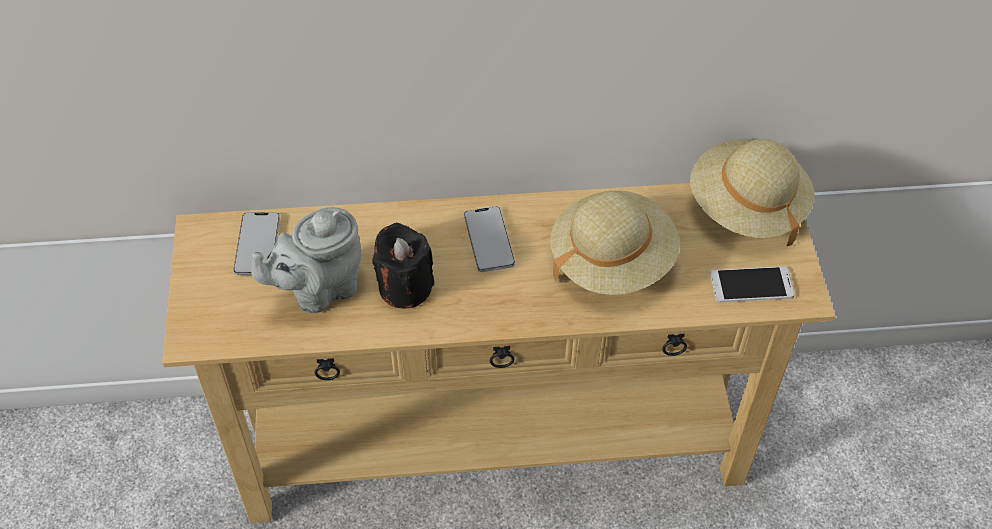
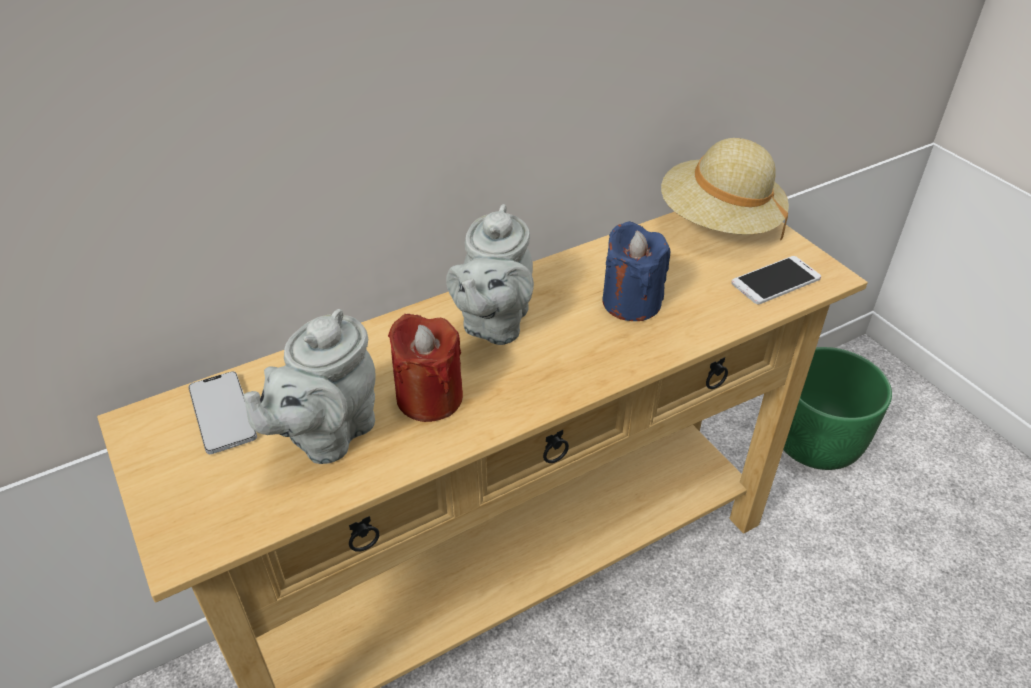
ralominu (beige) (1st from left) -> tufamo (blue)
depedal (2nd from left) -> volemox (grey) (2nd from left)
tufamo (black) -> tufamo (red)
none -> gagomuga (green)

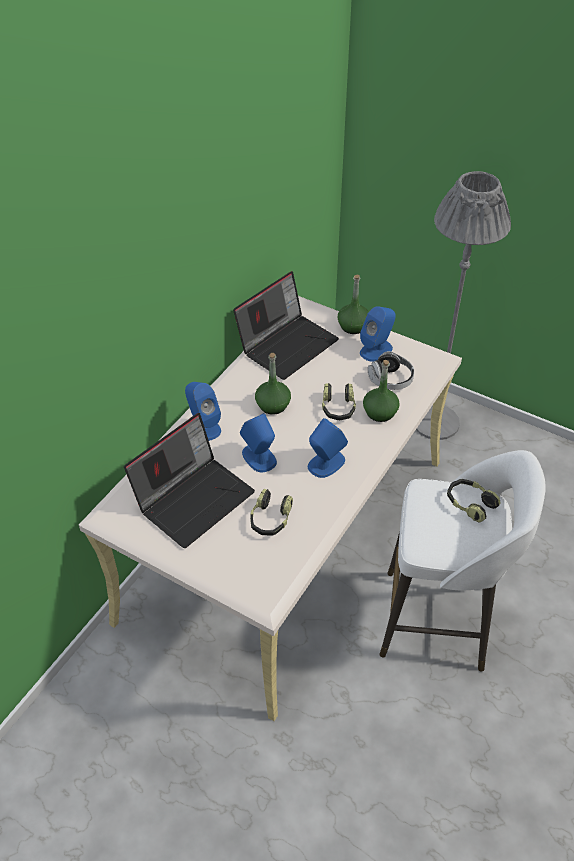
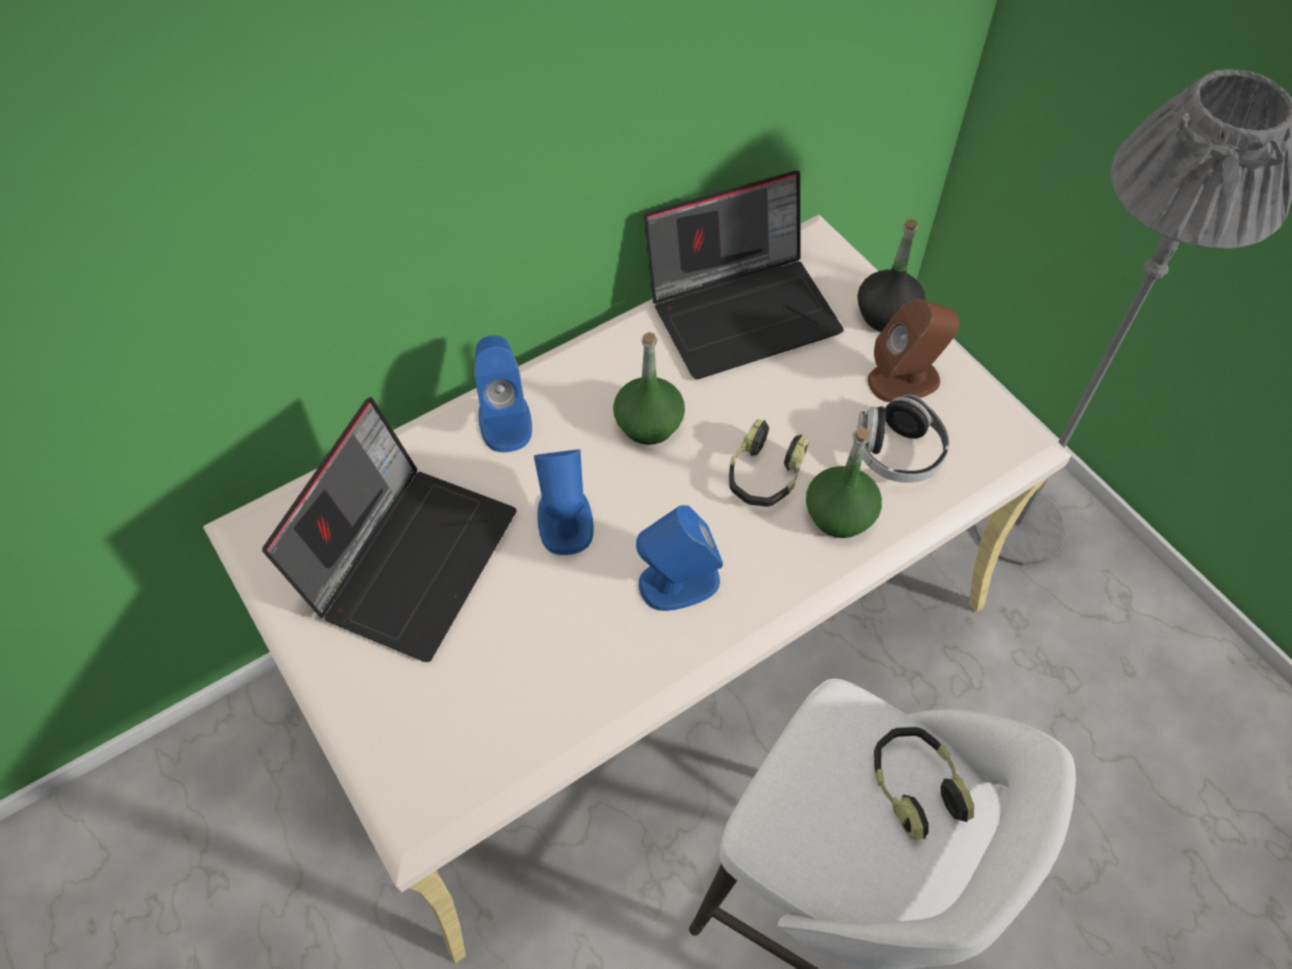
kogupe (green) (2nd from left) -> kogupe (black)
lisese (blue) (4th from left) -> lisese (brown)
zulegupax (1st from left), 45 degrees counterclockwise
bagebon (1st from left) -> none

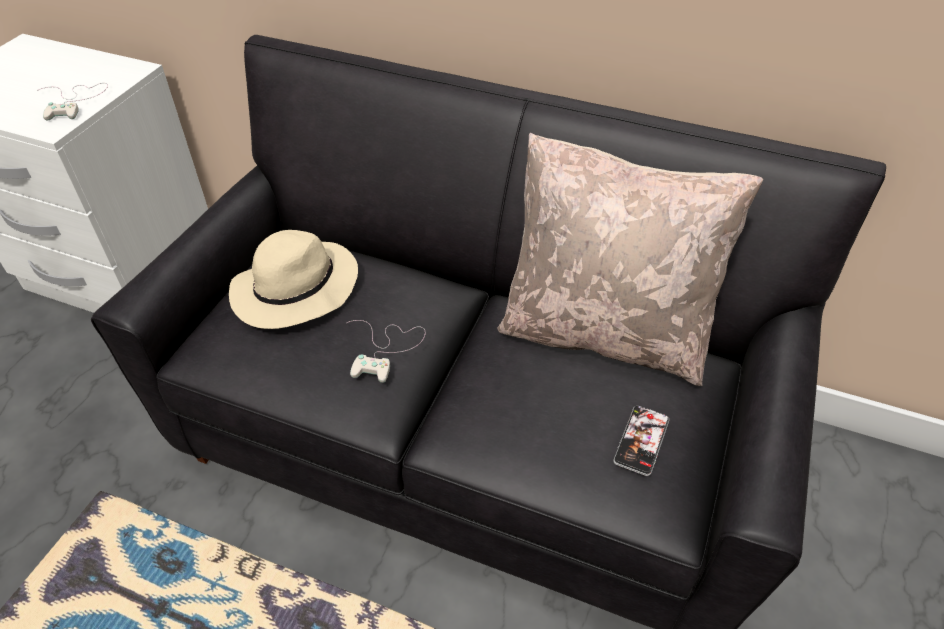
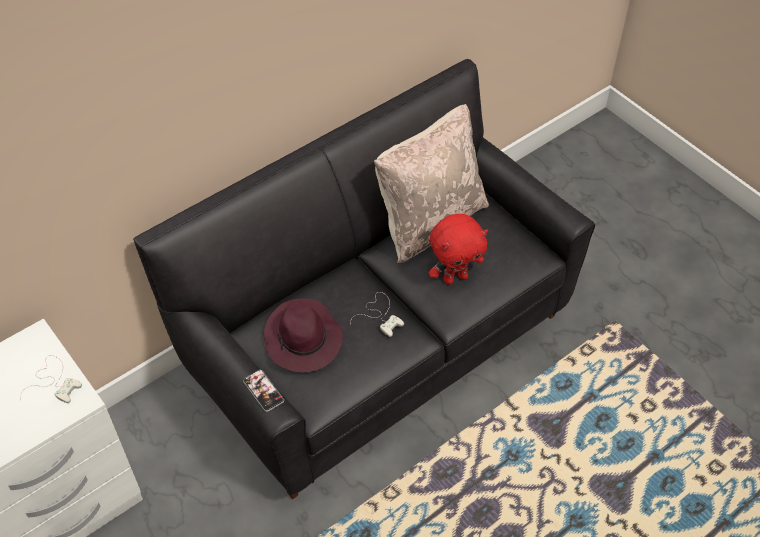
ralominu (beige) -> ralominu (purple)
depedal, move
none -> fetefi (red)

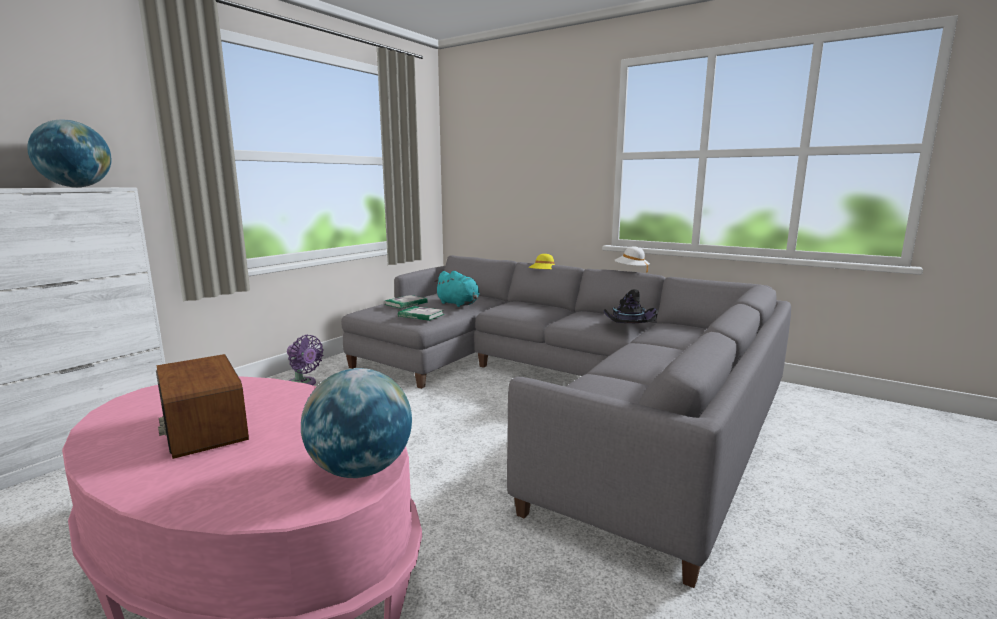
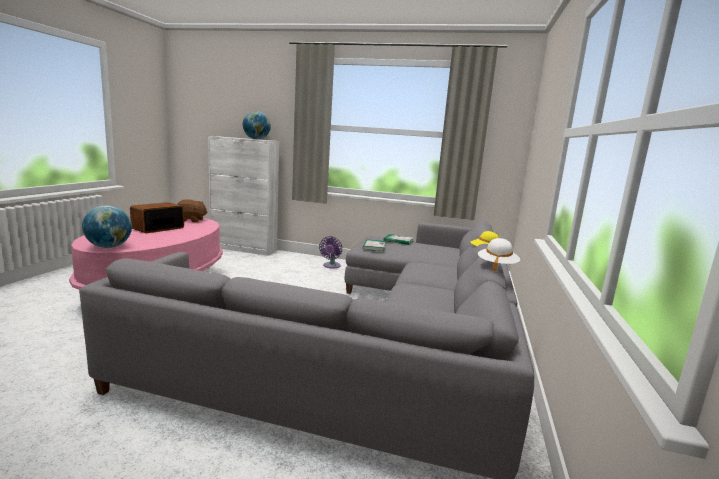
fetefi (turquoise) -> none
ralominu (black) -> none
none -> fetefi (brown)

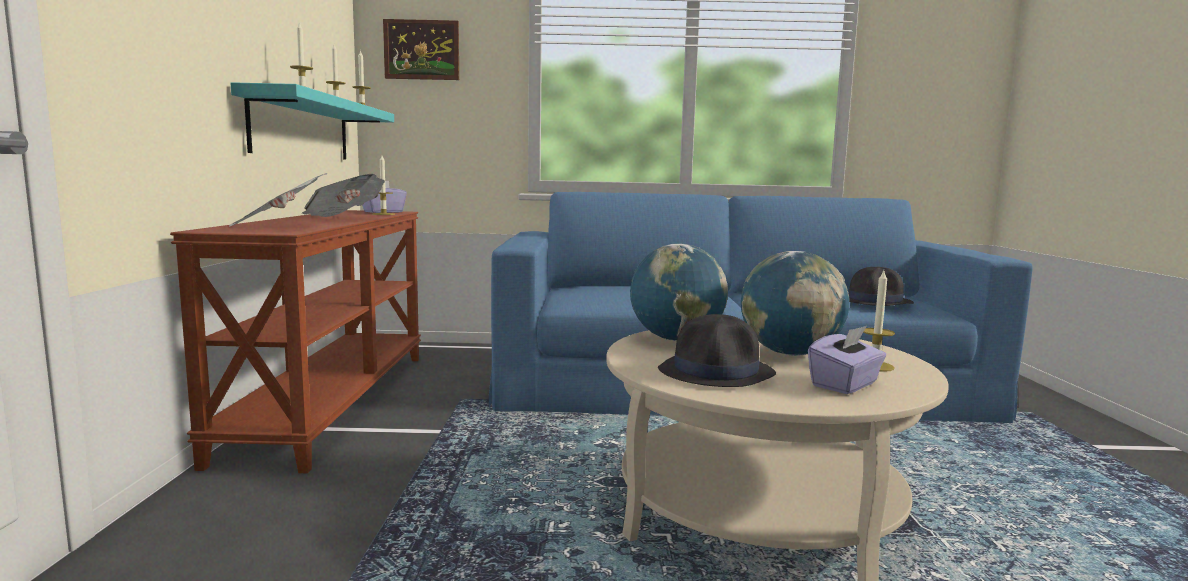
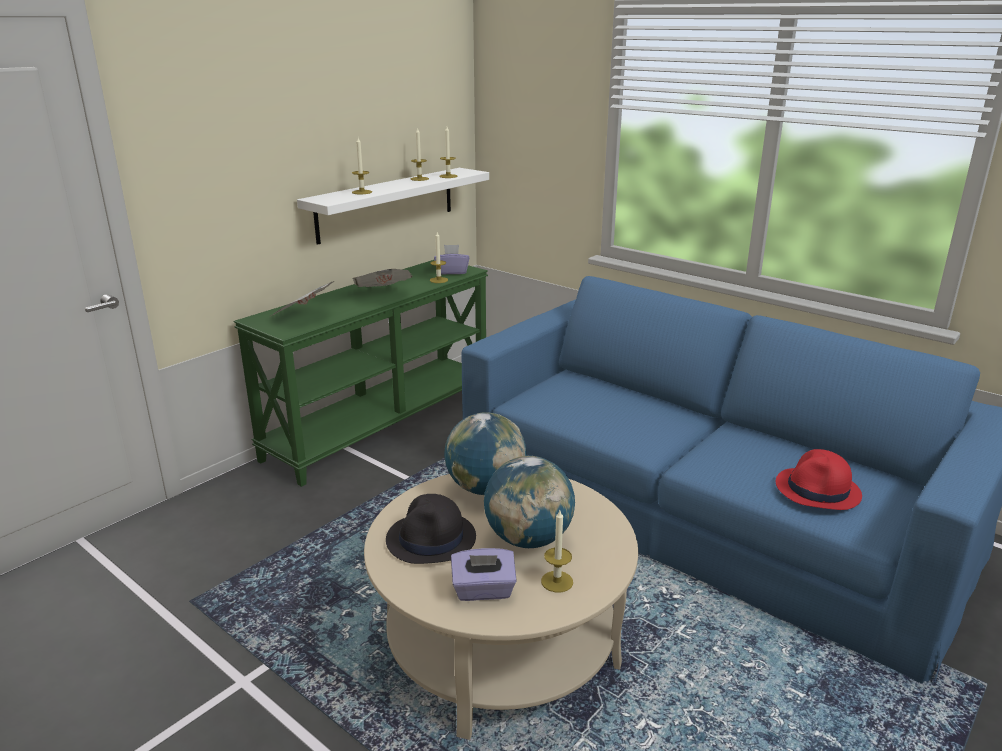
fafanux -> none
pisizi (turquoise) -> pisizi (white)
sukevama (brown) -> sukevama (green)
ralominu (black) (2nd from left) -> ralominu (red)

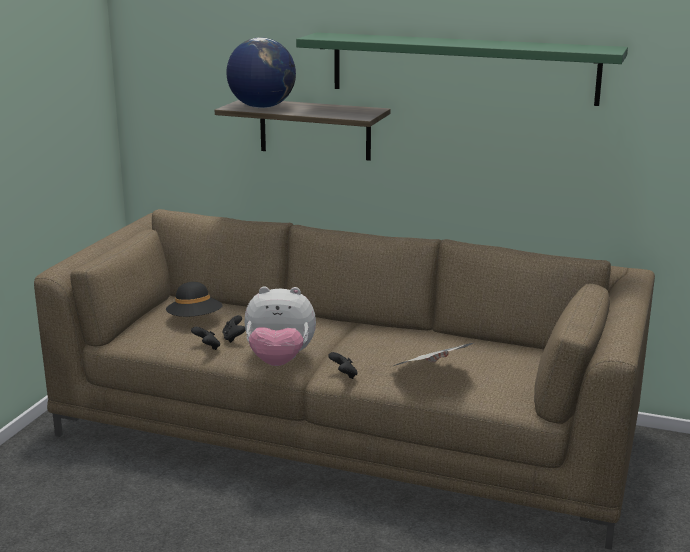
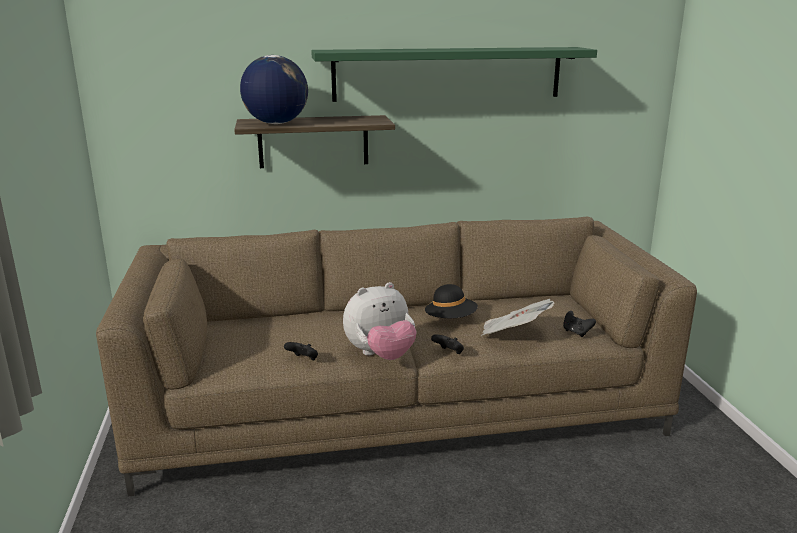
ralominu (black), move
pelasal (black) (2nd from left in the first image) -> pelasal (black) (3rd from left), move

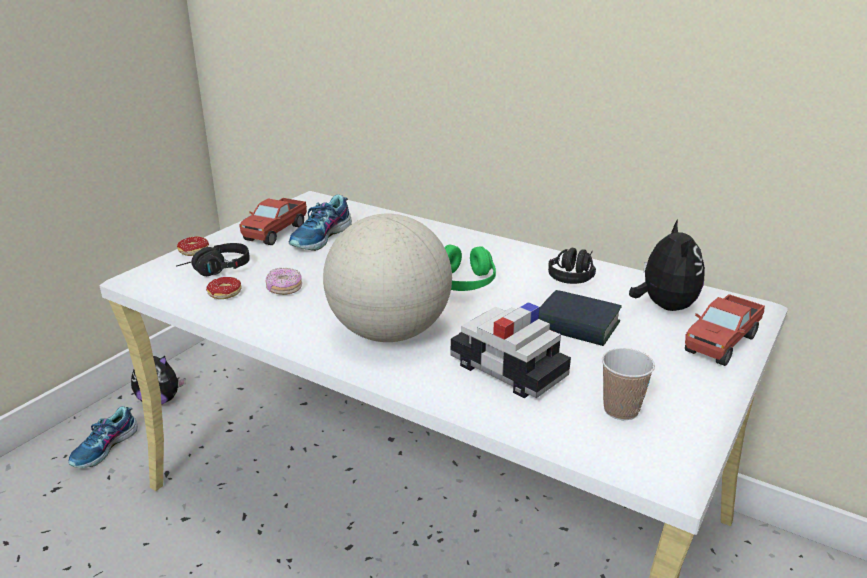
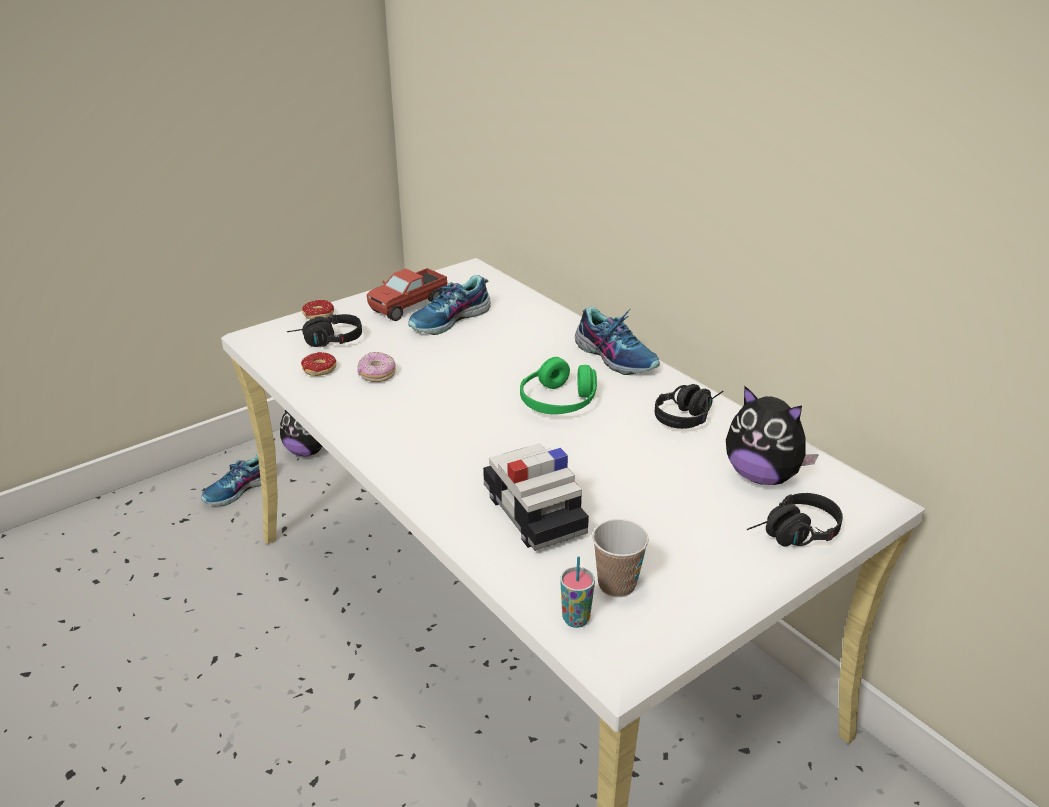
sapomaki -> none
fetefi (2nd from left), 105 degrees clockwise
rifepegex -> none
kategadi (2nd from left) -> bagebon (black) (3rd from left)
none -> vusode (3rd from left)
none -> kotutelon (1st from left)

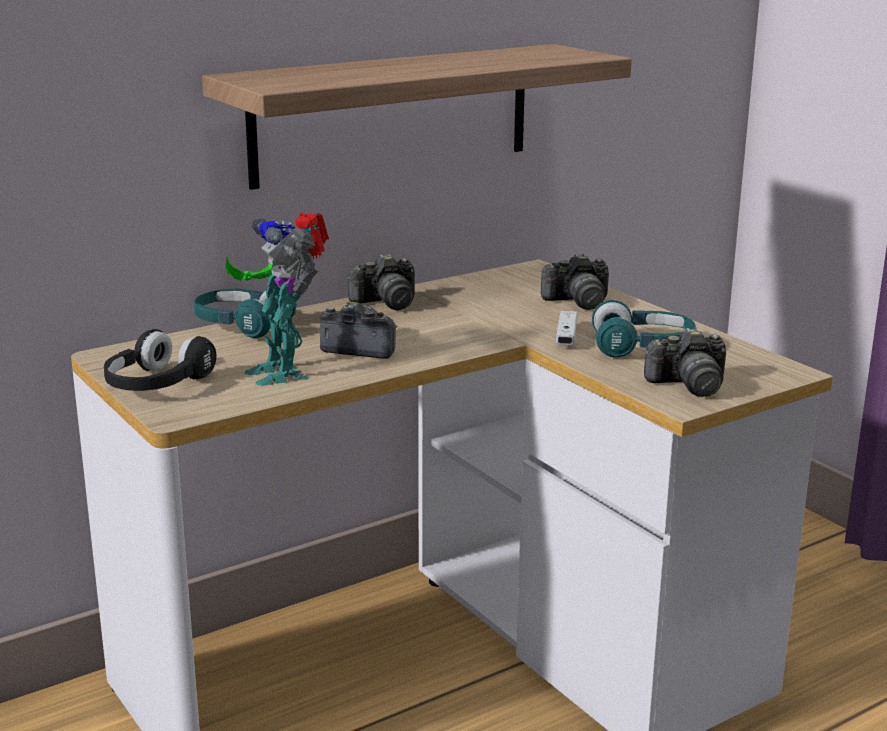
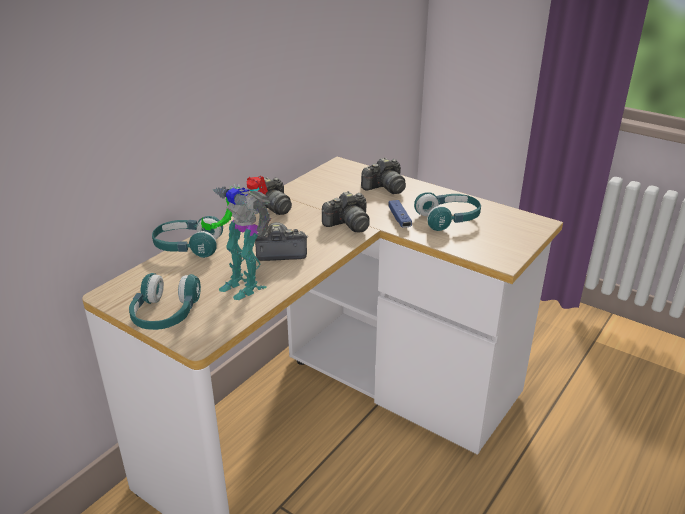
pisizi -> none
pelasal (white) -> pelasal (blue)
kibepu (4th from left in the first image) -> kibepu (3rd from left), move
bagebon (black) -> bagebon (turquoise) (1st from left)

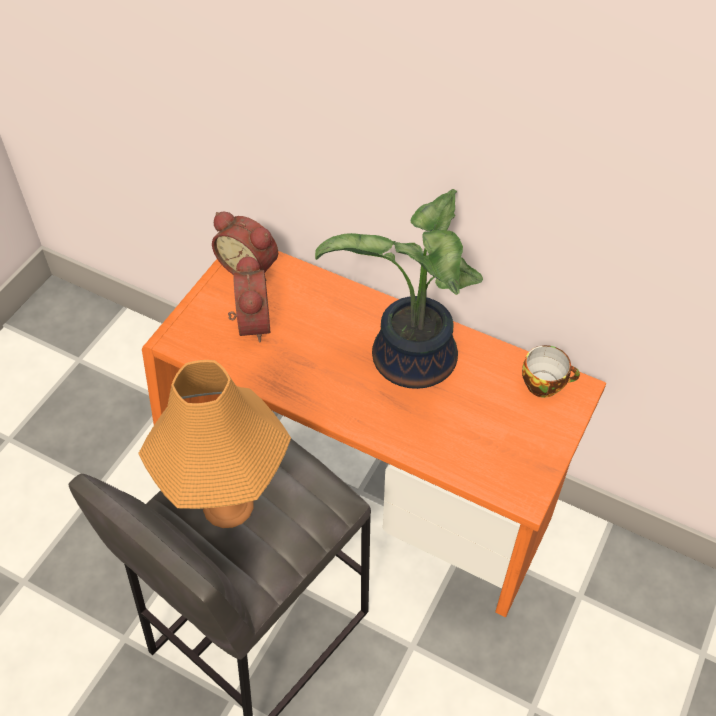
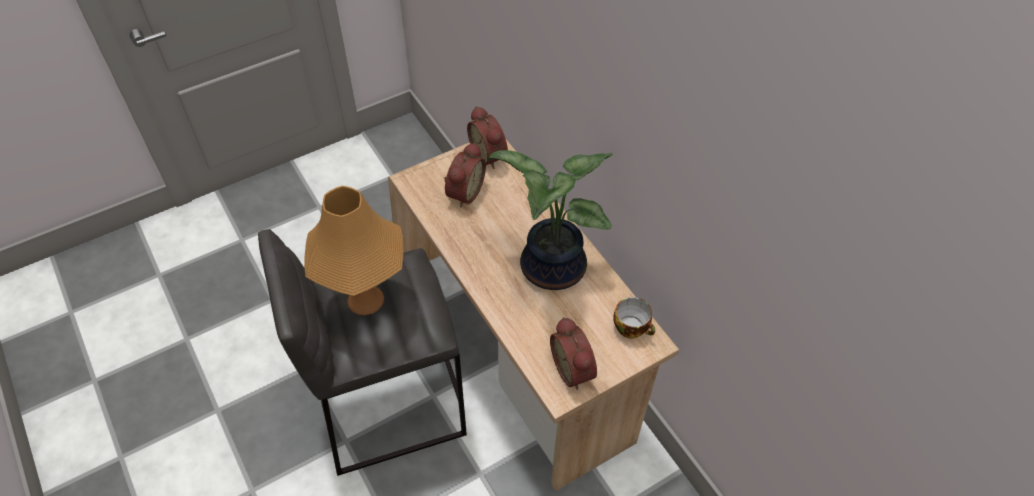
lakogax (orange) -> lakogax (beige)
none -> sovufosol (3rd from left)

